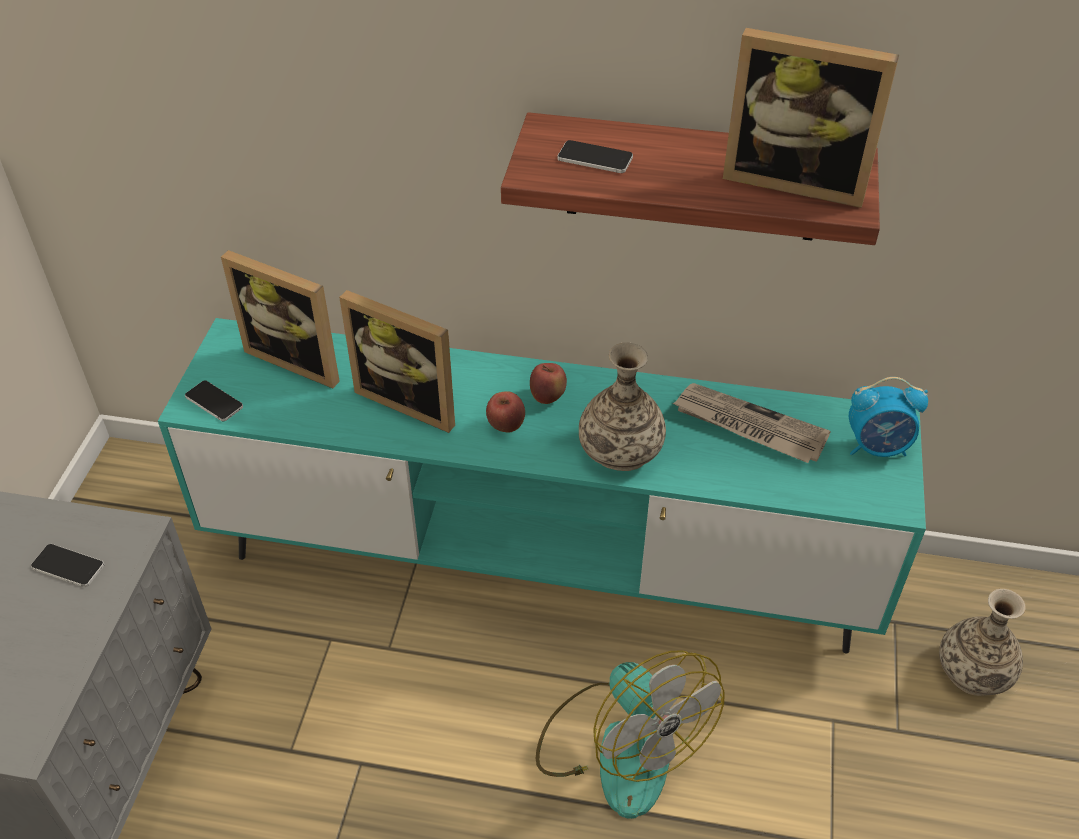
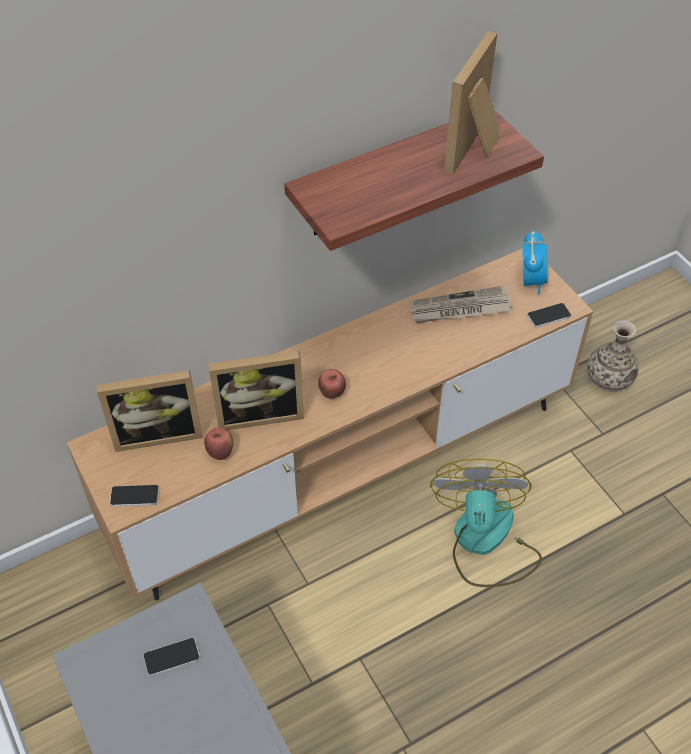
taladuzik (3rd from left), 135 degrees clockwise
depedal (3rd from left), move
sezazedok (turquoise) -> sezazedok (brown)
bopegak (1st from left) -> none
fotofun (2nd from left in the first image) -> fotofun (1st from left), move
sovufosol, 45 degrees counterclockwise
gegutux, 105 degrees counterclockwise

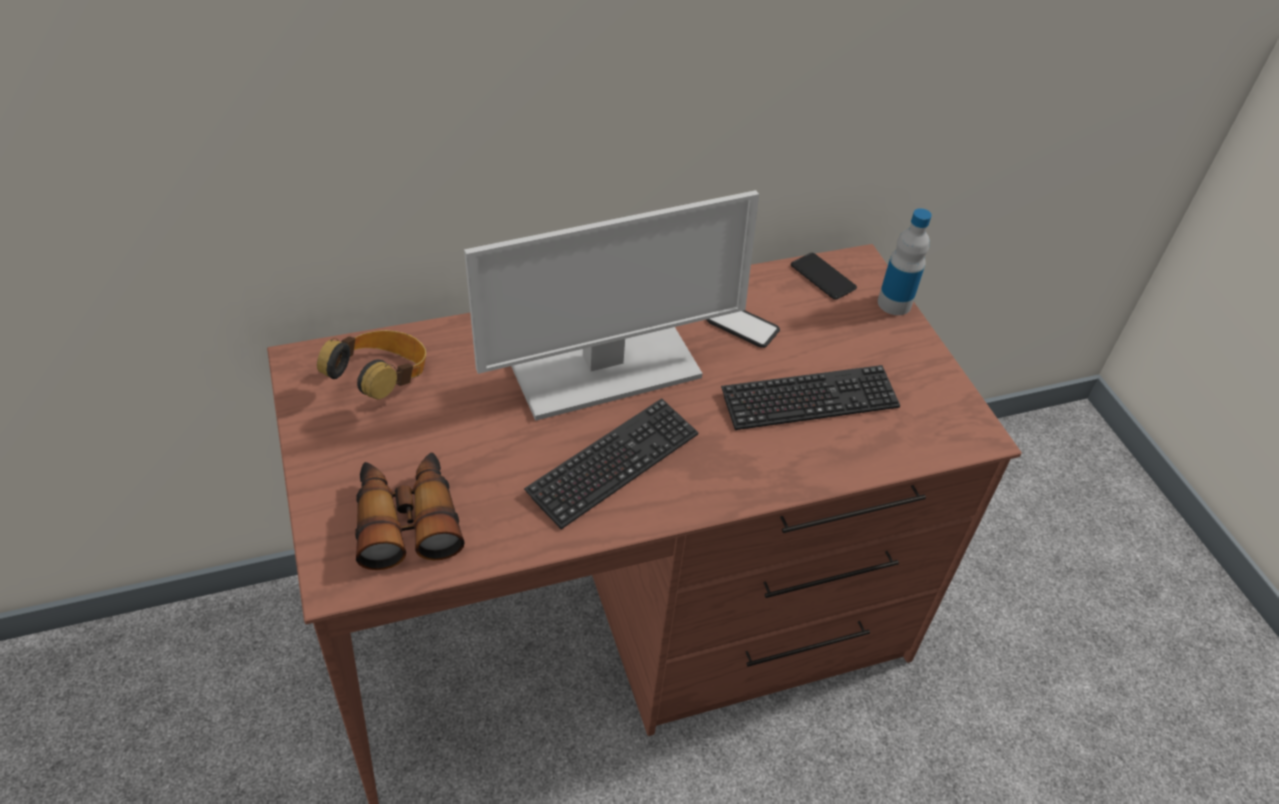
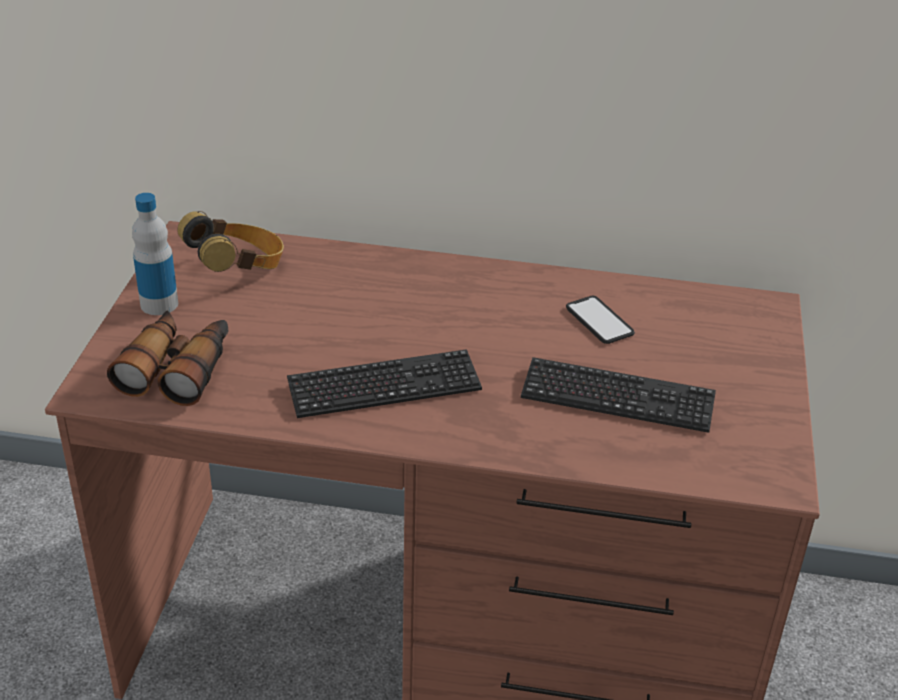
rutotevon -> none
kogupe, move
depedal (2nd from left) -> none

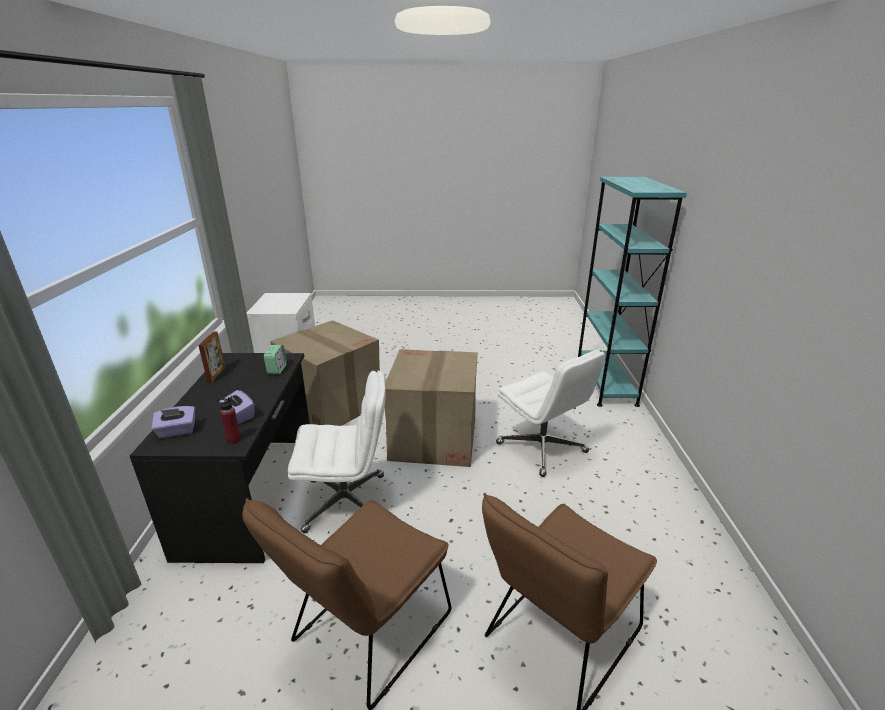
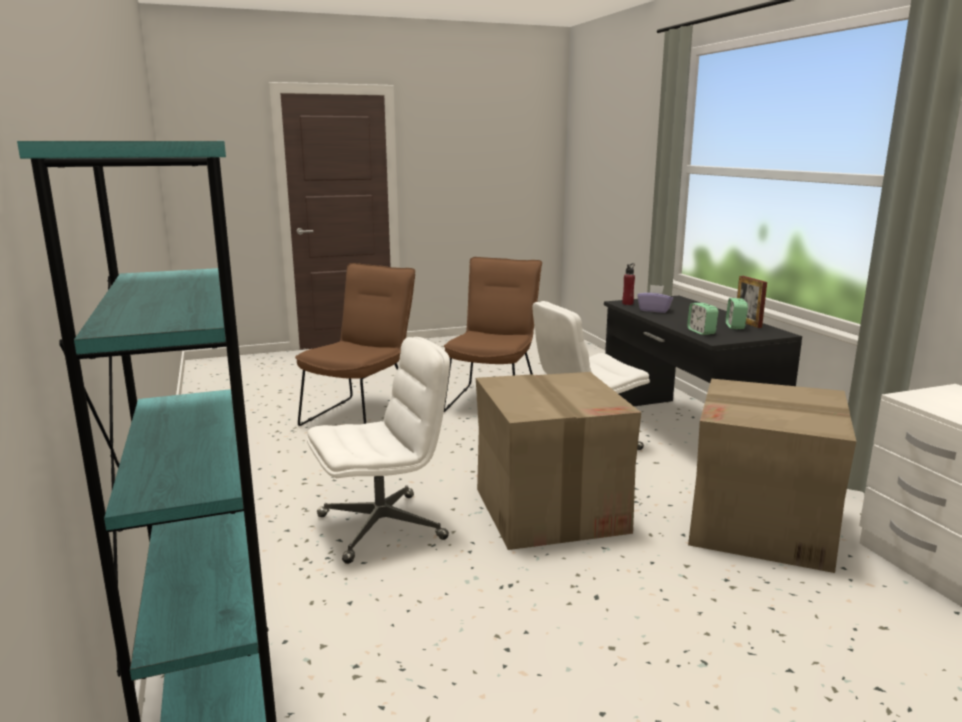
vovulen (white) (2nd from left in the first image) -> vovulen (white) (1st from left), 120 degrees clockwise
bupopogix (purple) (1st from left) -> none
none -> sovufosol (2nd from left)

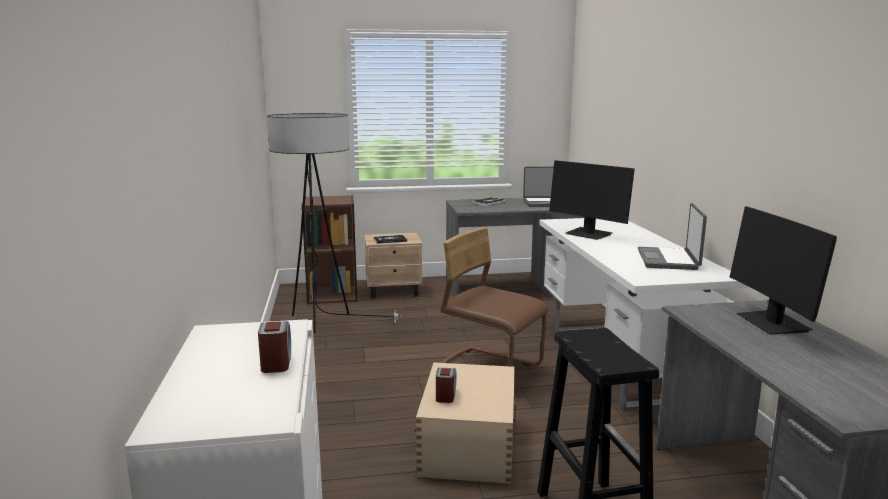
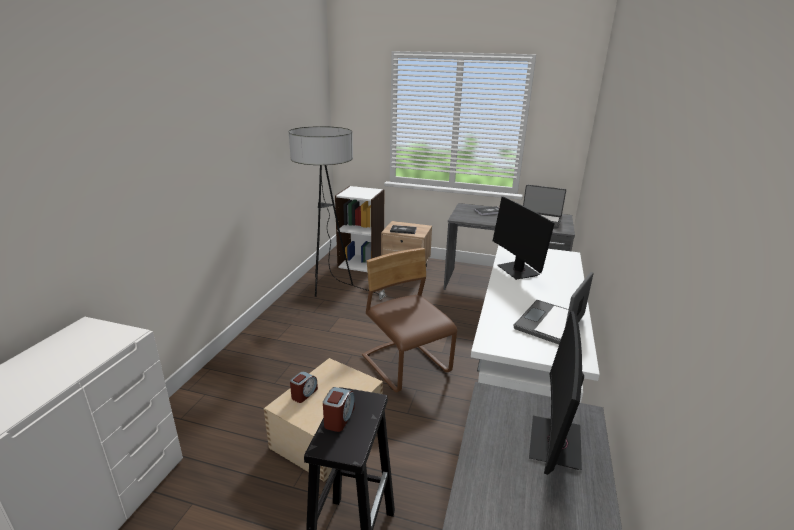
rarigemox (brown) -> rarigemox (white)
sovufosol (1st from left in the first image) -> sovufosol (2nd from left), move

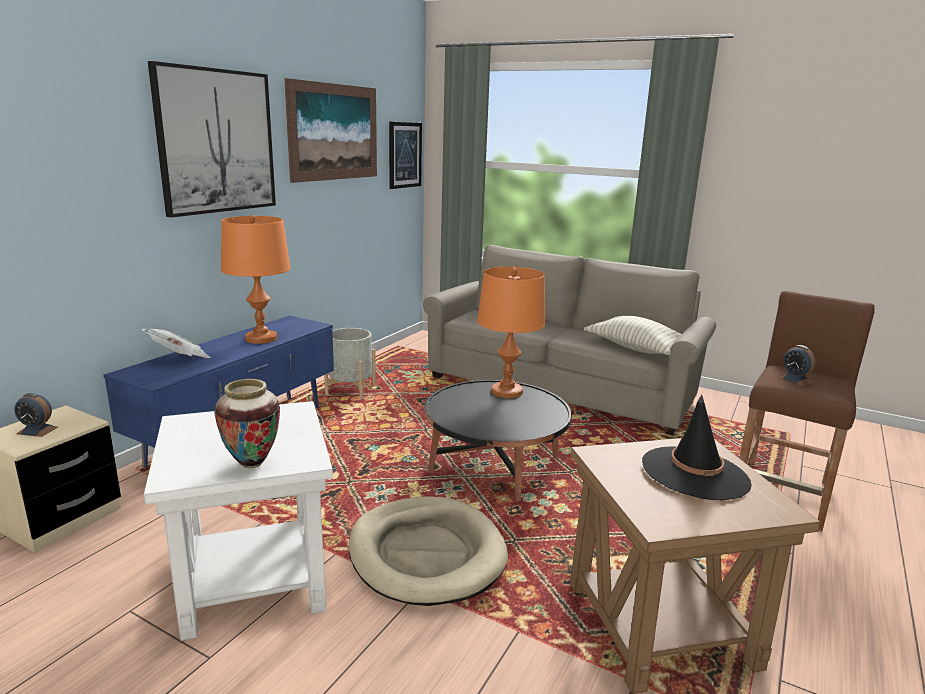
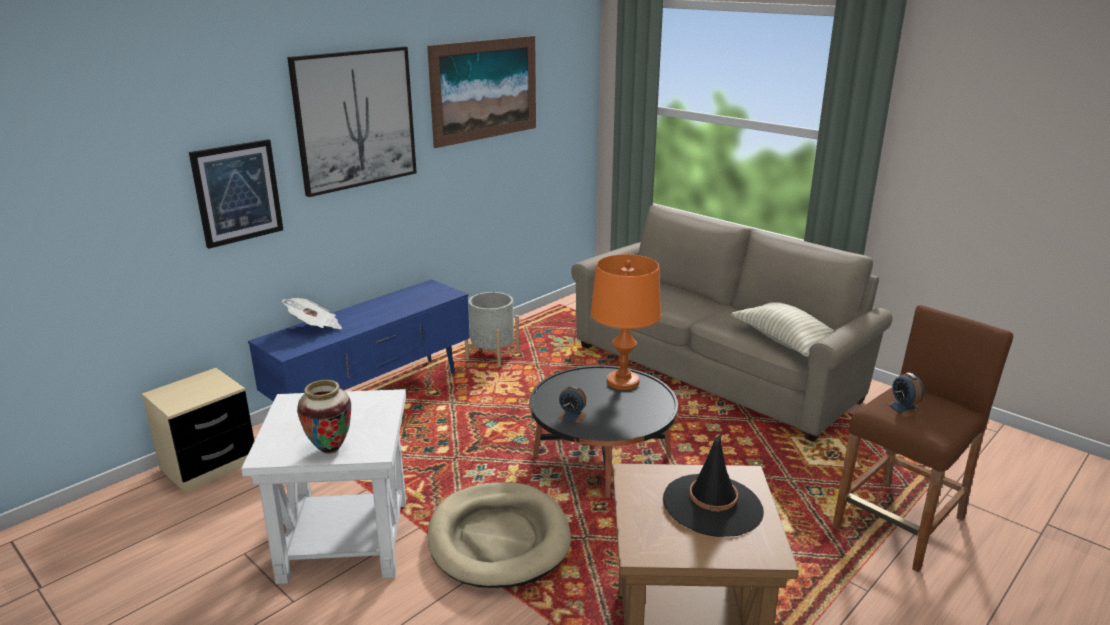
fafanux (3rd from left in the first image) -> fafanux (1st from left), move
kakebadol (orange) (1st from left) -> none
sovufosol (1st from left), move

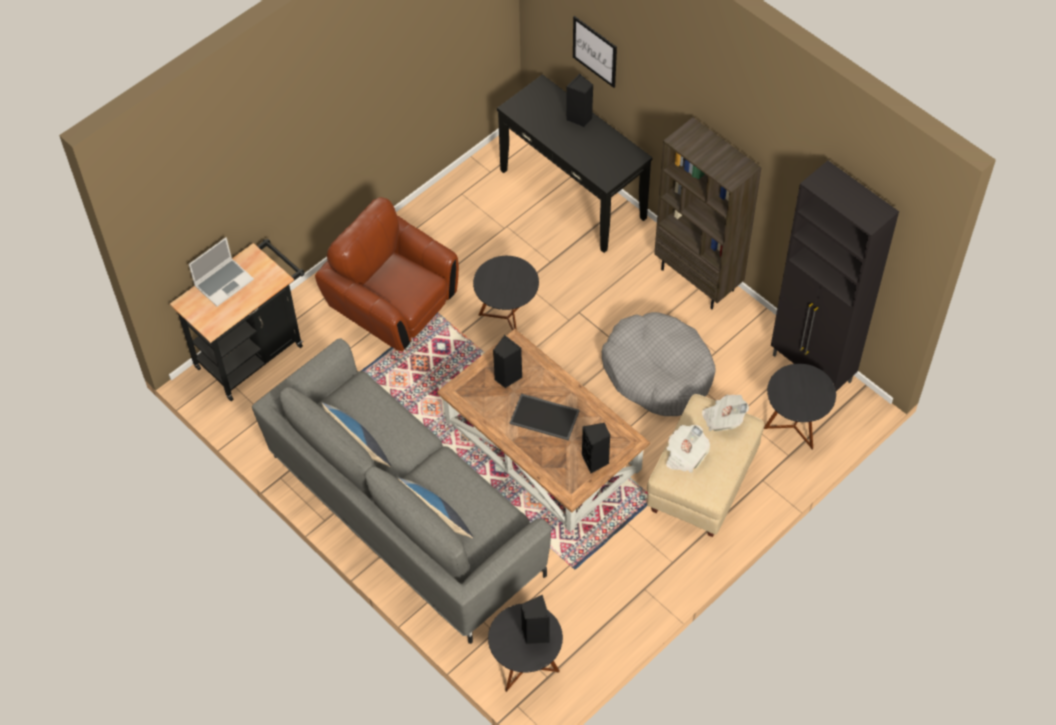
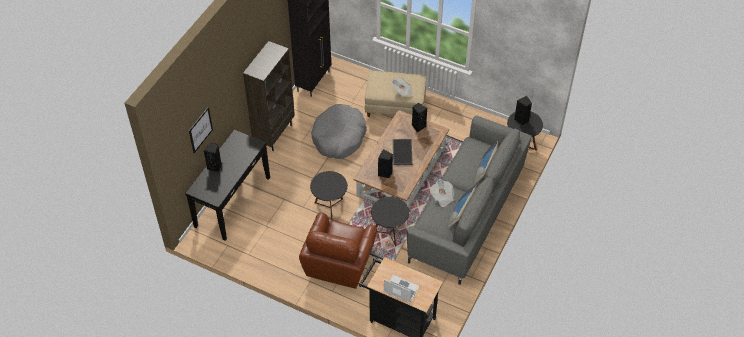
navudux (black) (3rd from left in the first image) -> navudux (black) (2nd from left), move
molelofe (2nd from left), move

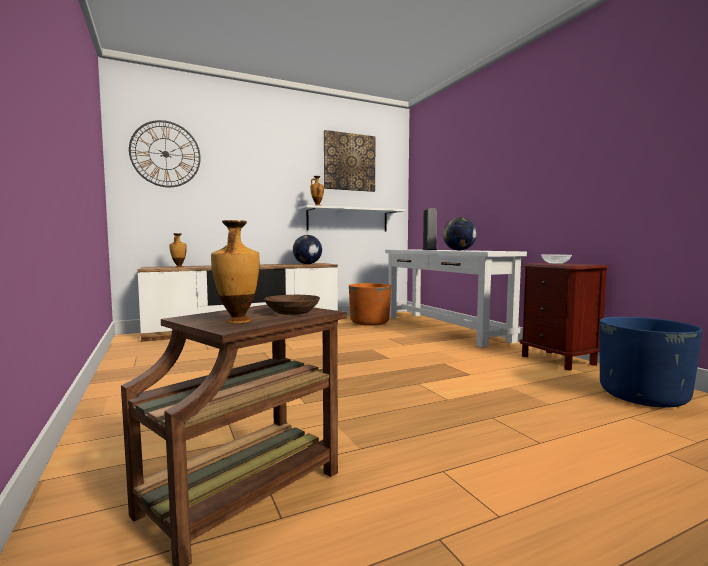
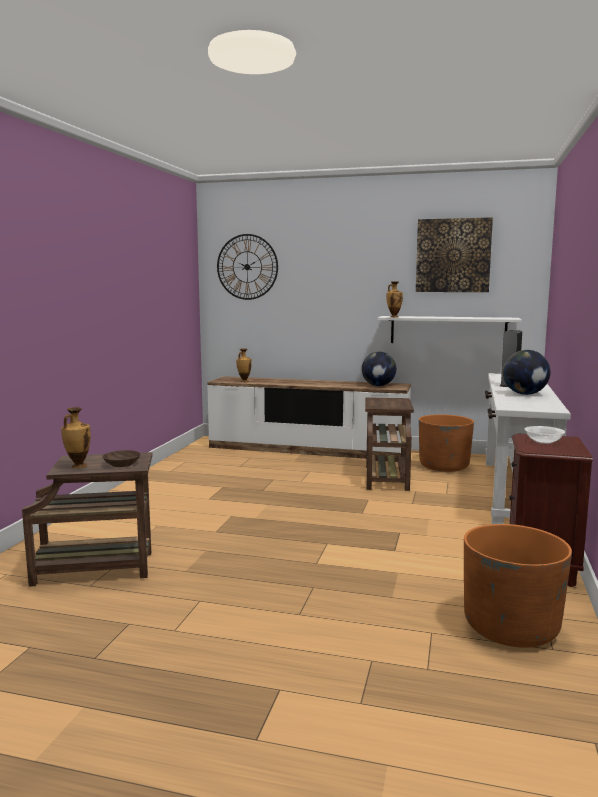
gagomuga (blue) -> gagomuga (orange) (2nd from left)
none -> navudux (brown) (2nd from left)

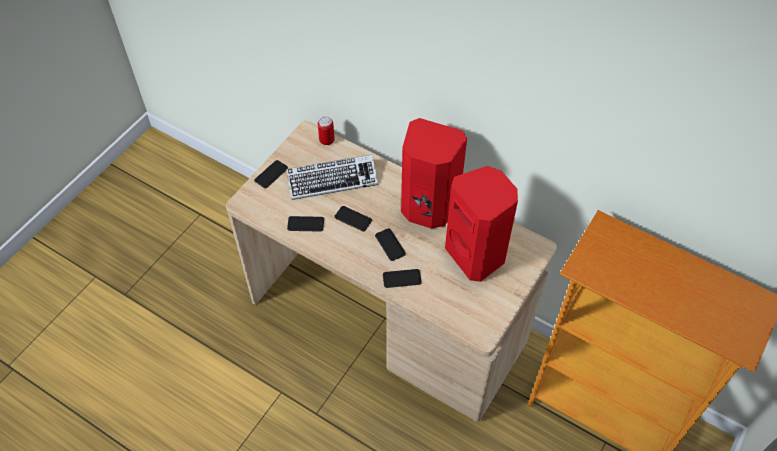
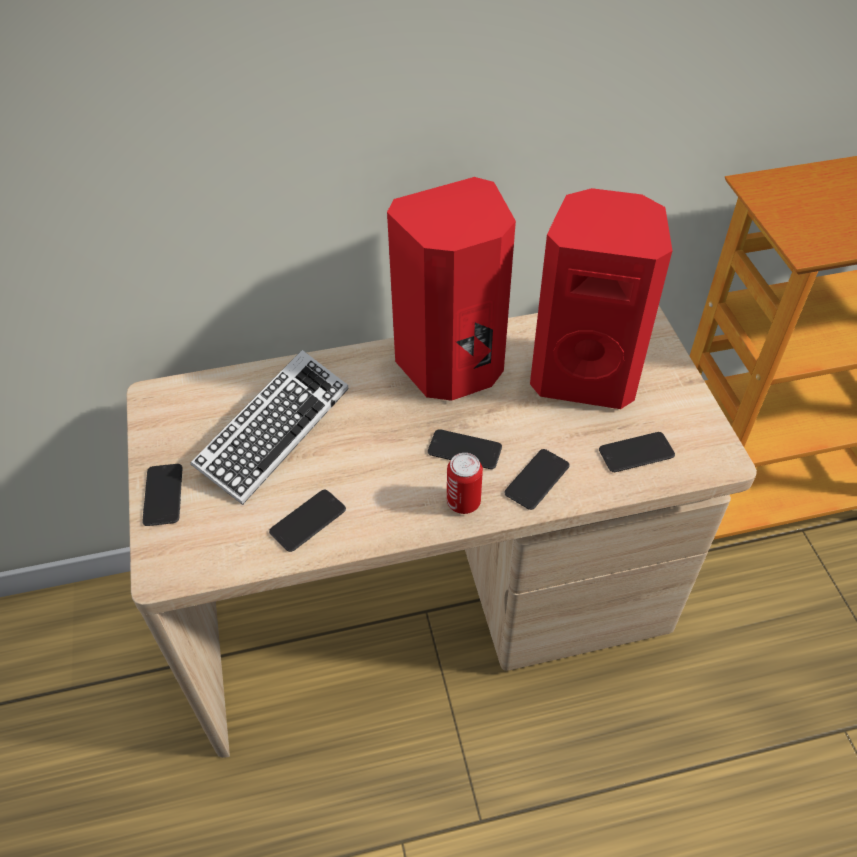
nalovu, move
depedal (3rd from left in the first image) -> depedal (5th from left), move

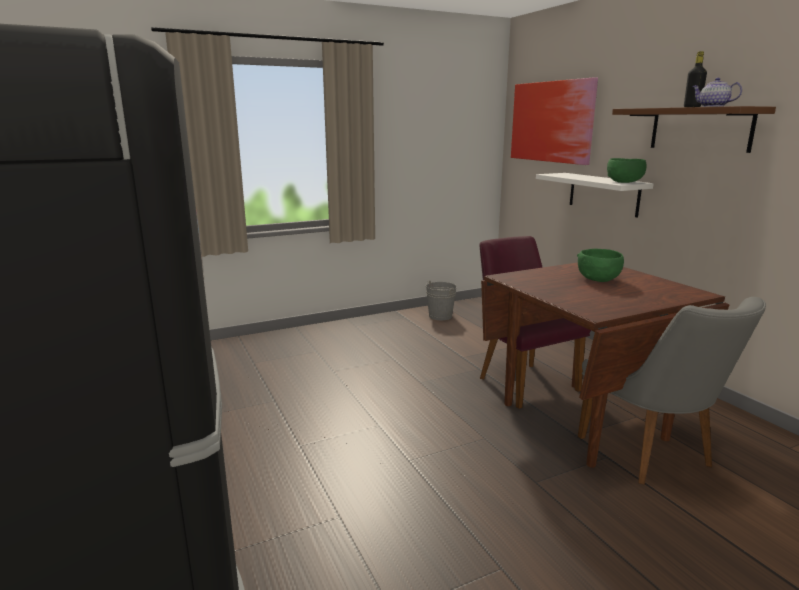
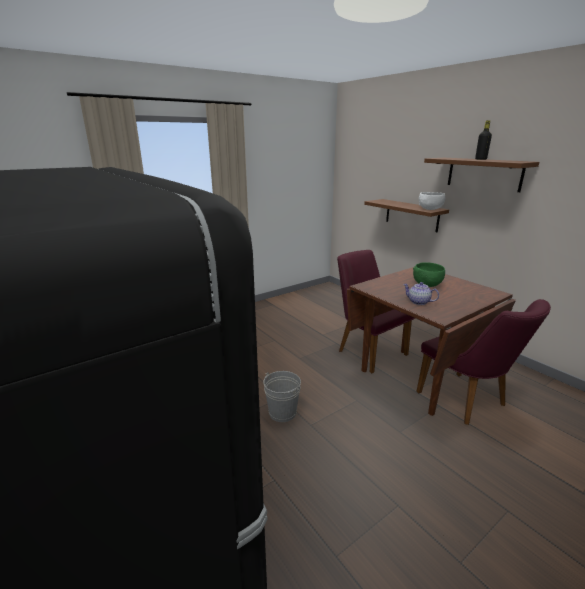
fafanux -> none
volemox, move
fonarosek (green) (2nd from left) -> fonarosek (white)
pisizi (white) -> pisizi (brown) (1st from left)
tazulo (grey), move
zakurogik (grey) -> zakurogik (purple) (2nd from left)

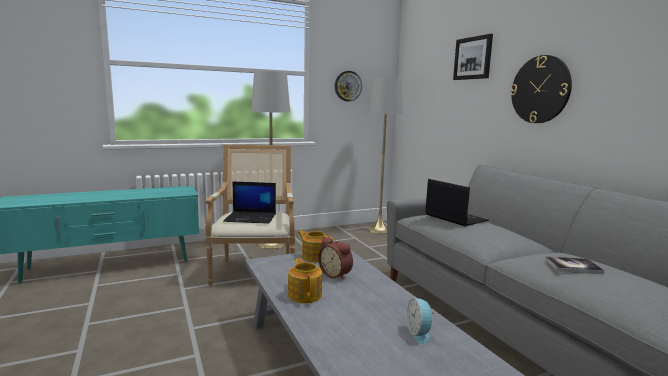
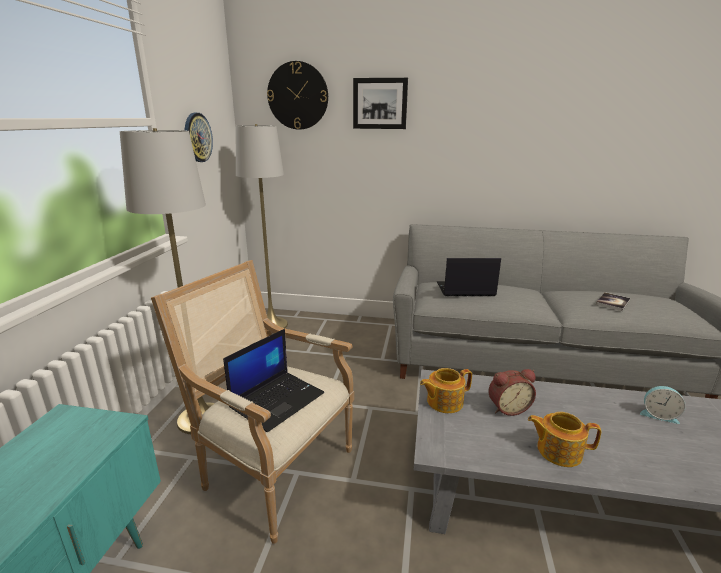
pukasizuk (2nd from left), move

